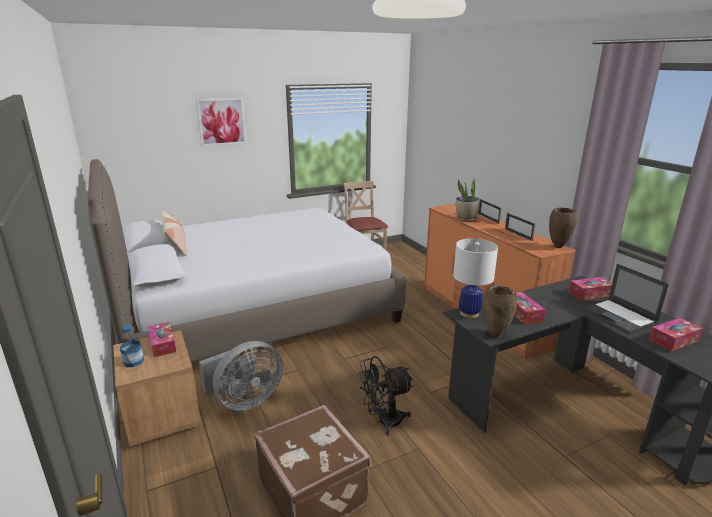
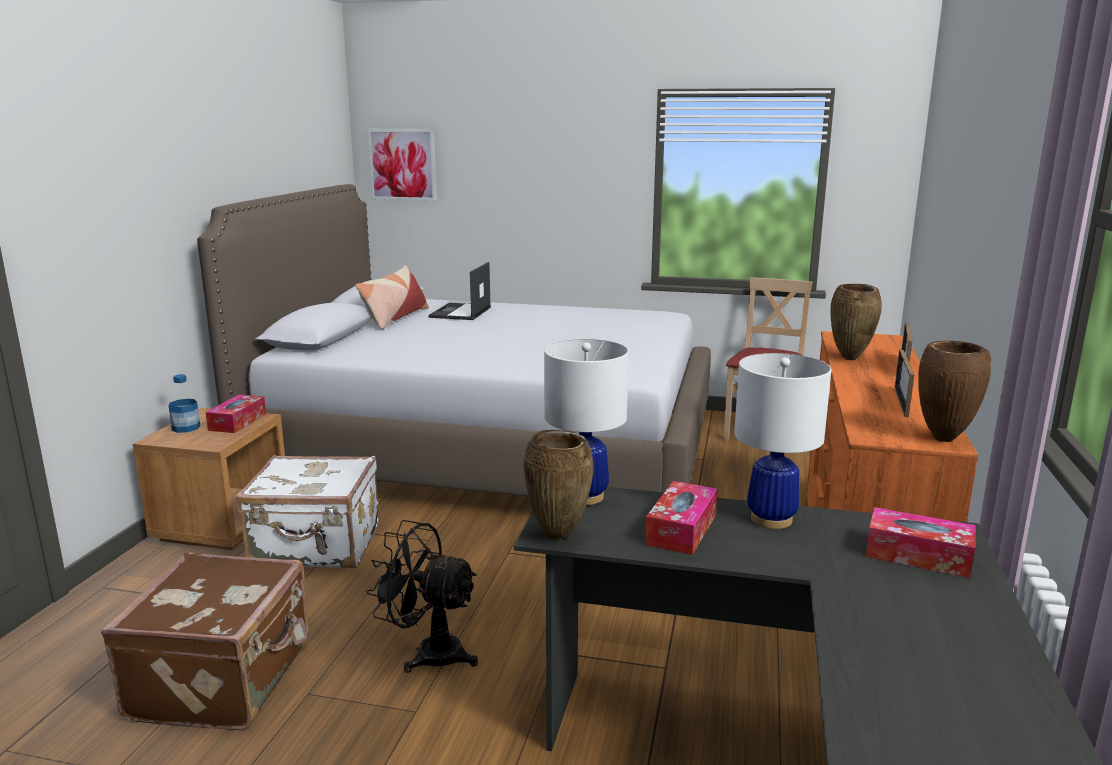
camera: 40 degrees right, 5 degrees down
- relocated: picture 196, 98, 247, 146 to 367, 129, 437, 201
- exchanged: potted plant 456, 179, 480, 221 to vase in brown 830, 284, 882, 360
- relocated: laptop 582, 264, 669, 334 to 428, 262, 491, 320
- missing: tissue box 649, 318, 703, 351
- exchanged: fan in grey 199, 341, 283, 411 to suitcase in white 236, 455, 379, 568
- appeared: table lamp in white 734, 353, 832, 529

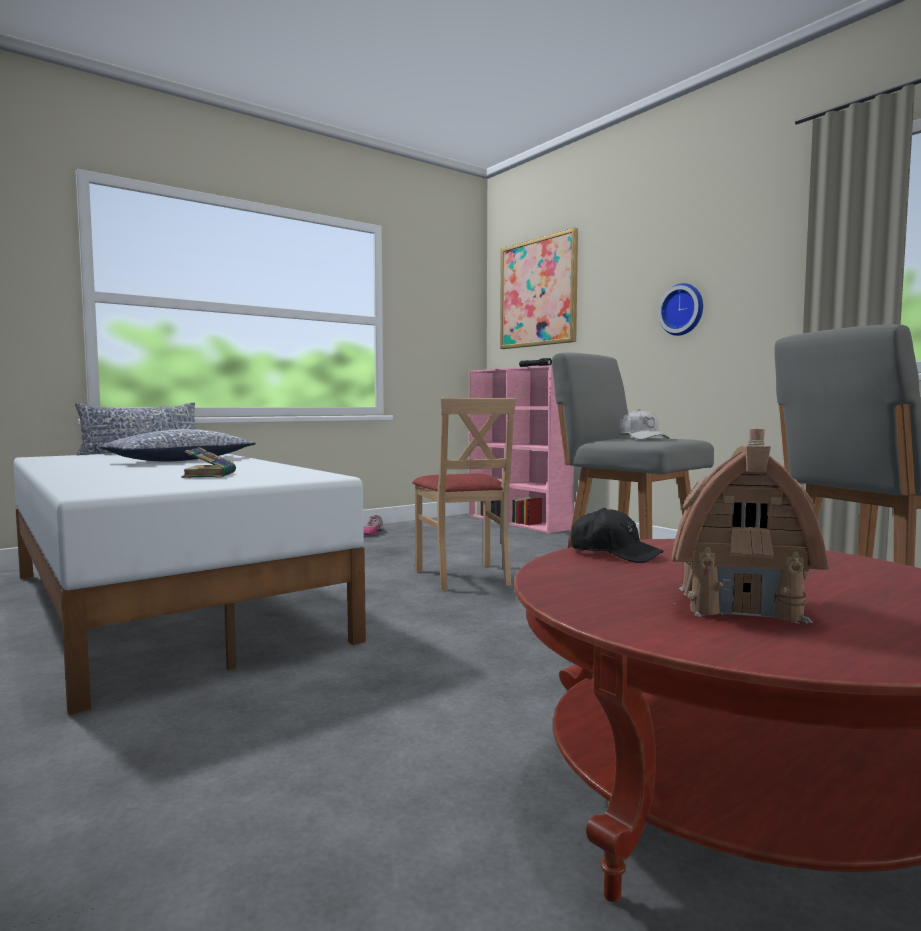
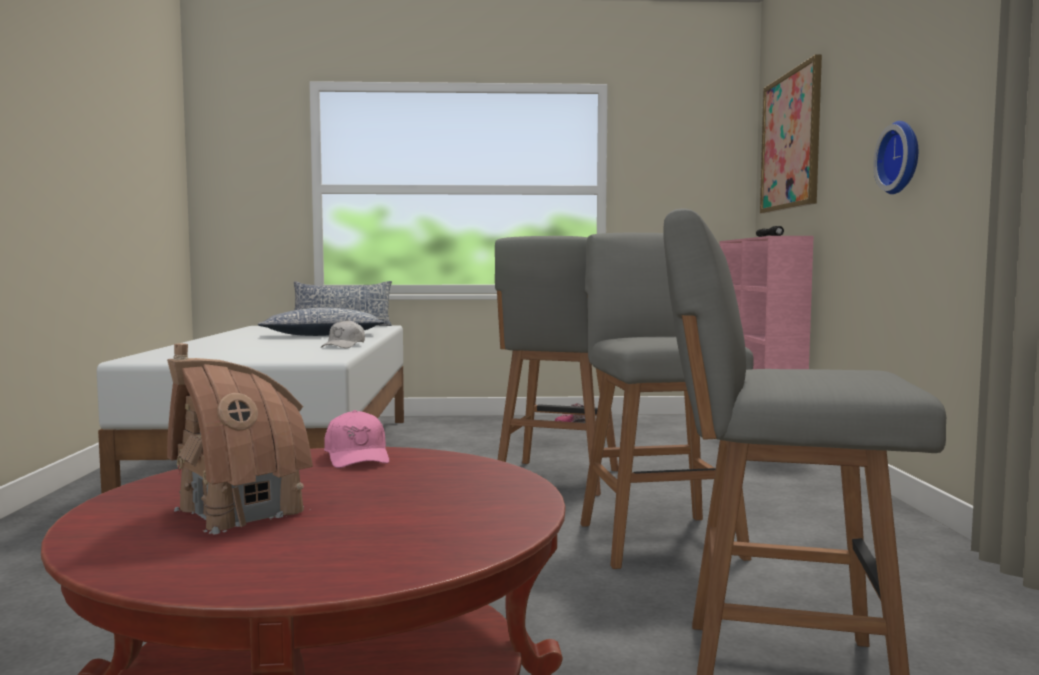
camera: 35 degrees right, 0 degrees up
- exchanged: chair in beige 412, 398, 516, 591 to stool in grey 495, 236, 618, 496
- relocated: cap in white 619, 410, 669, 440 to 321, 320, 365, 348
- missing: book 182, 447, 236, 478
- colour: cap in black 571, 508, 664, 563 to cap in pink 324, 410, 389, 468

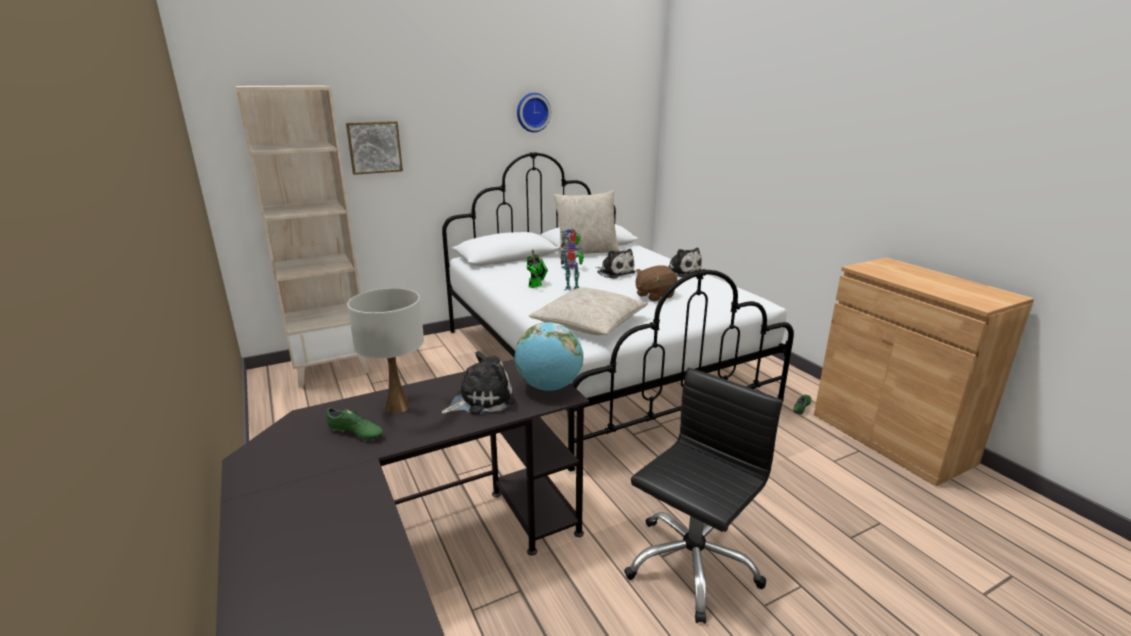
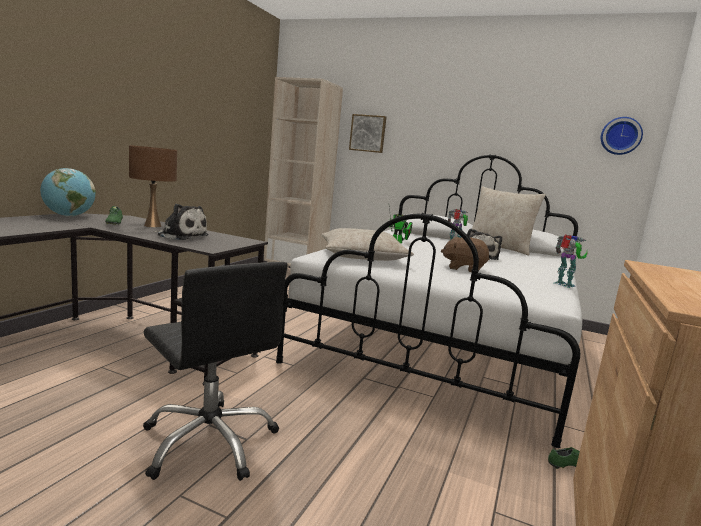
camera: 50 degrees right, 10 degrees down
- relocated: wall clock 517, 93, 551, 132 to 601, 117, 643, 155
- relocated: toy robot 560, 246, 584, 291 to 555, 235, 588, 288
- missing: plush toy 663, 248, 702, 277
- colour: table lamp in white 347, 288, 424, 413 to table lamp in brown 129, 145, 177, 227
- relocated: globe 515, 322, 583, 391 to 40, 168, 96, 217
- spun: office chair in black 624, 368, 783, 624 = 143, 262, 288, 481 45 degrees clockwise

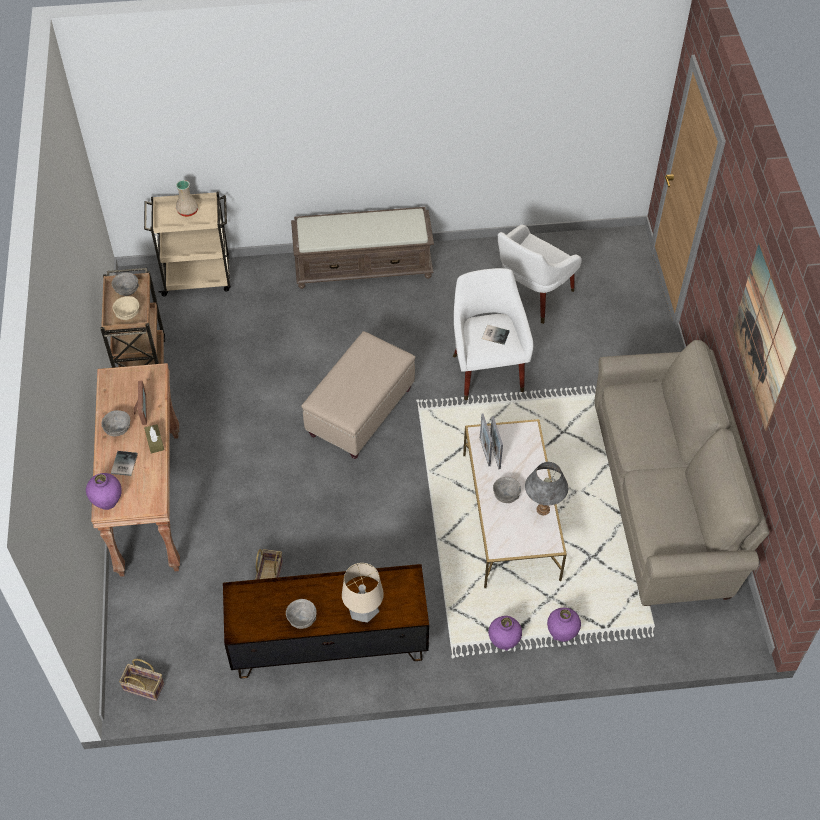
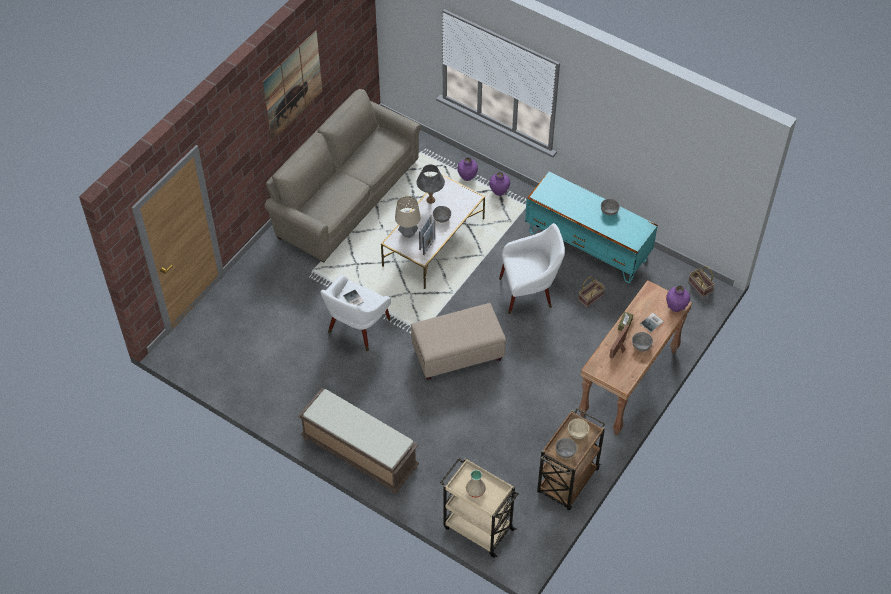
camera: 140 degrees left, 0 degrees up
- relocated: armchair in white 498, 225, 582, 324 to 499, 223, 565, 314
- relocated: table lamp 342, 563, 384, 623 to 395, 196, 421, 238
- colour: tv stand in brown 223, 564, 429, 679 to tv stand in turquoise 525, 171, 658, 283

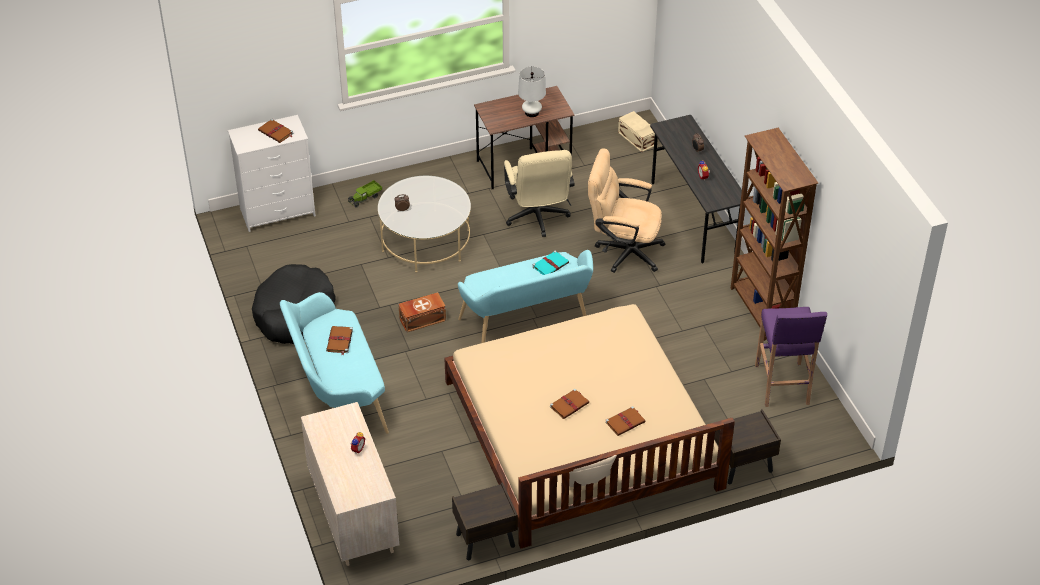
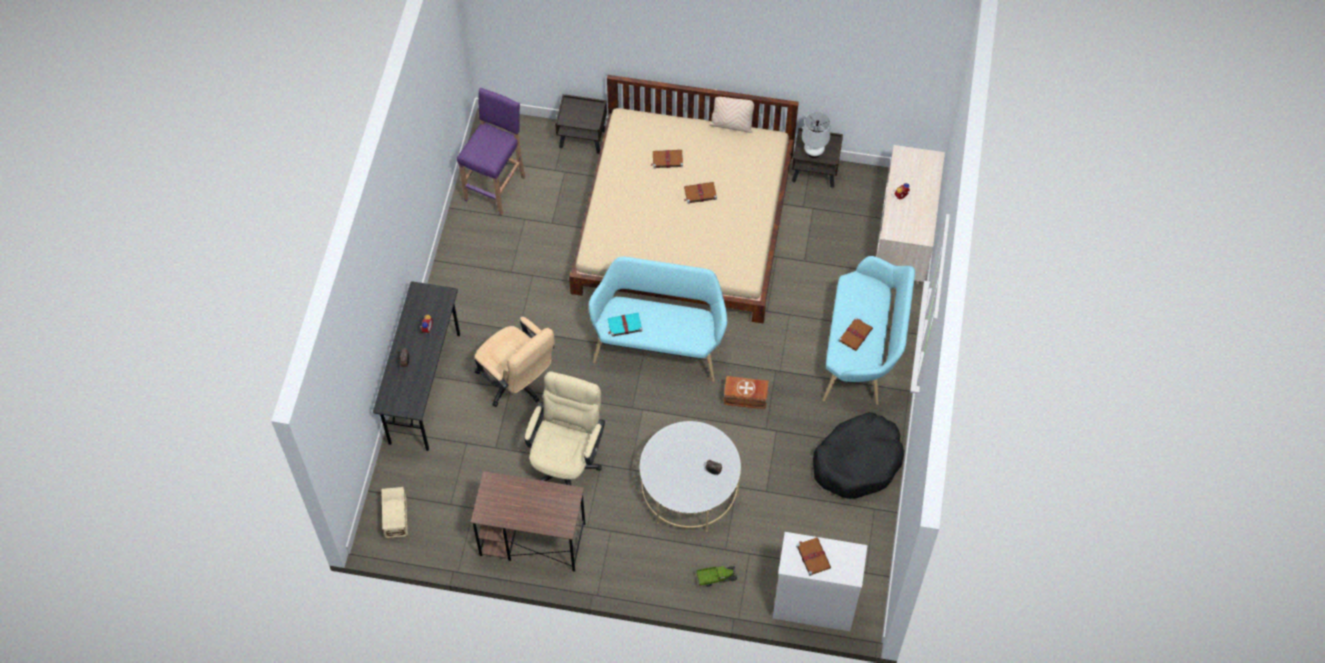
camera: 150 degrees left, 15 degrees up
- relocated: table lamp in white 518, 66, 546, 117 to 802, 112, 831, 158
- missing: bookcase in brown 731, 128, 818, 341

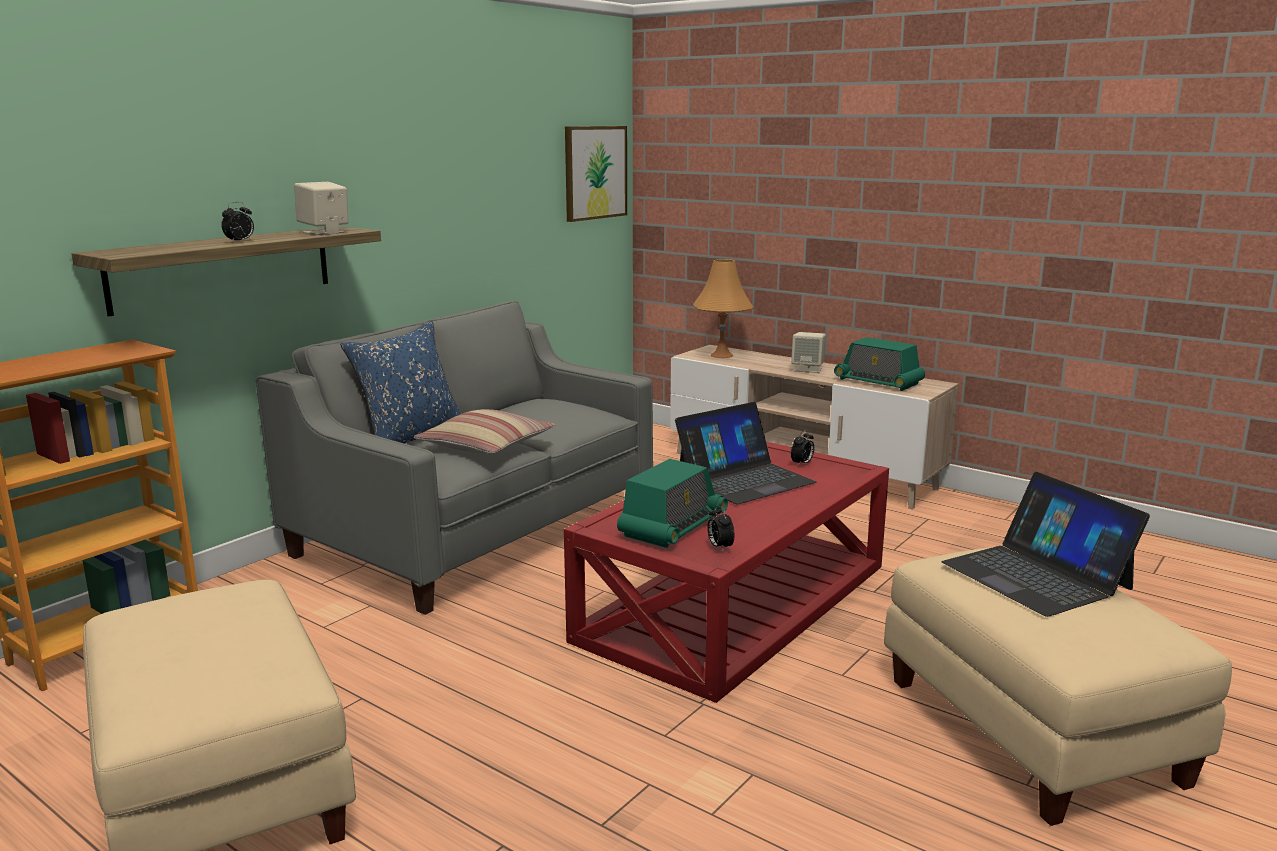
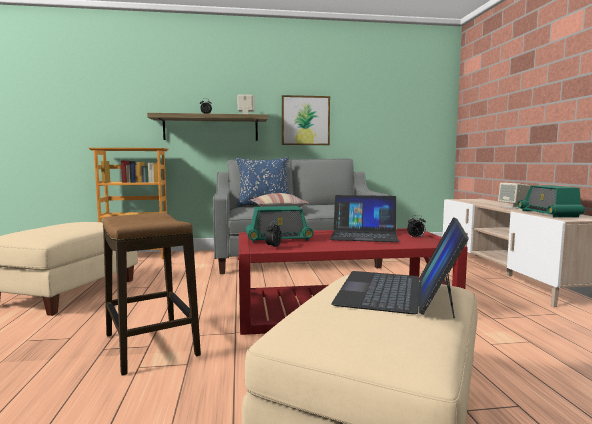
camera: 45 degrees right, 10 degrees down
- relocated: picture 565, 126, 627, 222 to 282, 95, 330, 145
- missing: table lamp in orange 693, 259, 754, 358
- appeared: stool 102, 213, 201, 375

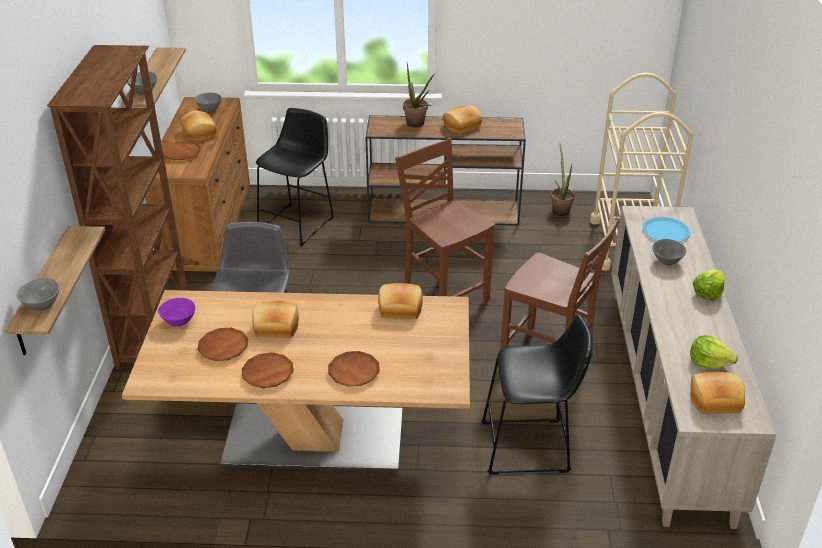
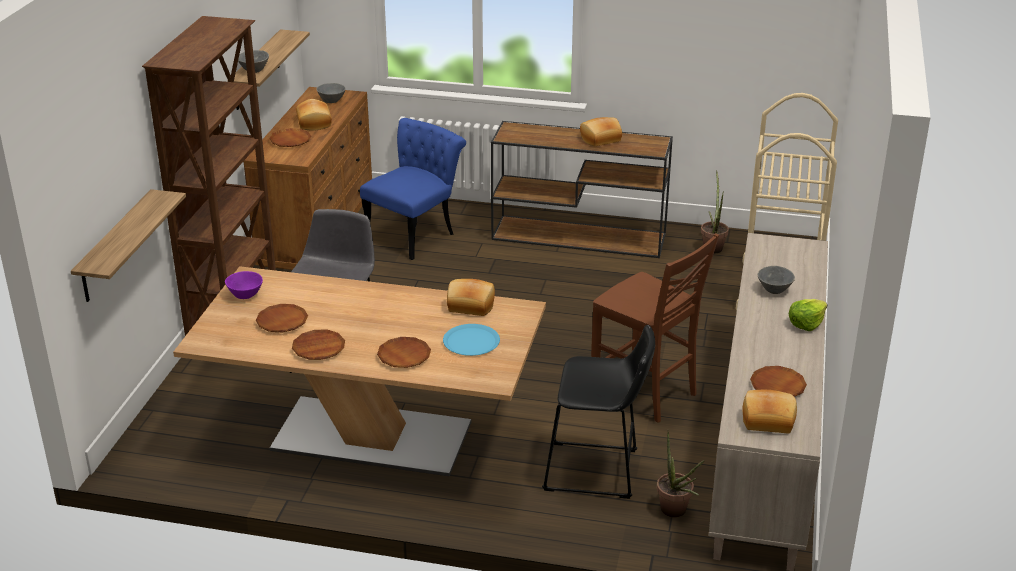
camera: 10 degrees right, 5 degrees down
- relocated: potted plant 403, 63, 434, 128 to 657, 432, 705, 518
- exchanged: stool in black 256, 108, 334, 246 to chair in blue 360, 118, 466, 260
- missing: chair in brown 395, 138, 495, 302
- relocated: plate in blue 642, 217, 690, 242 to 443, 324, 500, 356
- missing: bowl in grey 17, 278, 59, 311
- missing: bread 252, 301, 299, 338
- exchanged: lettuce 690, 335, 738, 368 to plate in brown 750, 366, 807, 397

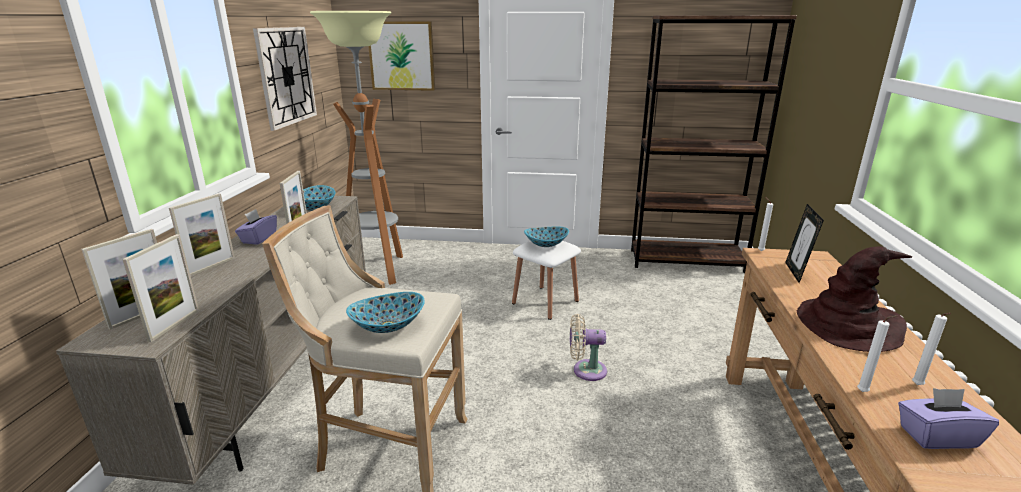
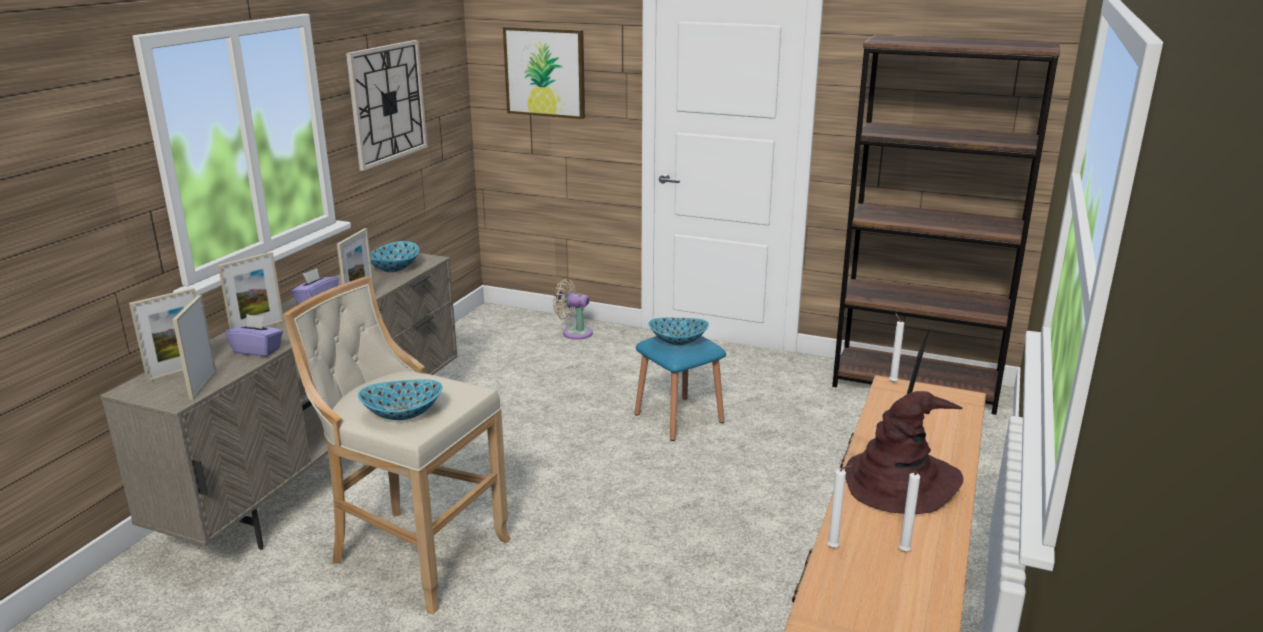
camera: 15 degrees right, 0 degrees up
- missing: floor lamp 310, 11, 403, 285
- spun: picture frame 122, 234, 199, 342 = 172, 295, 216, 400 150 degrees clockwise
- colour: stool in white 512, 241, 581, 320 to stool in blue 635, 336, 726, 441
- relocated: fan in beige 570, 314, 607, 381 to 553, 279, 593, 340
- relocated: tissue box in purple 898, 388, 999, 449 to 225, 314, 283, 357

